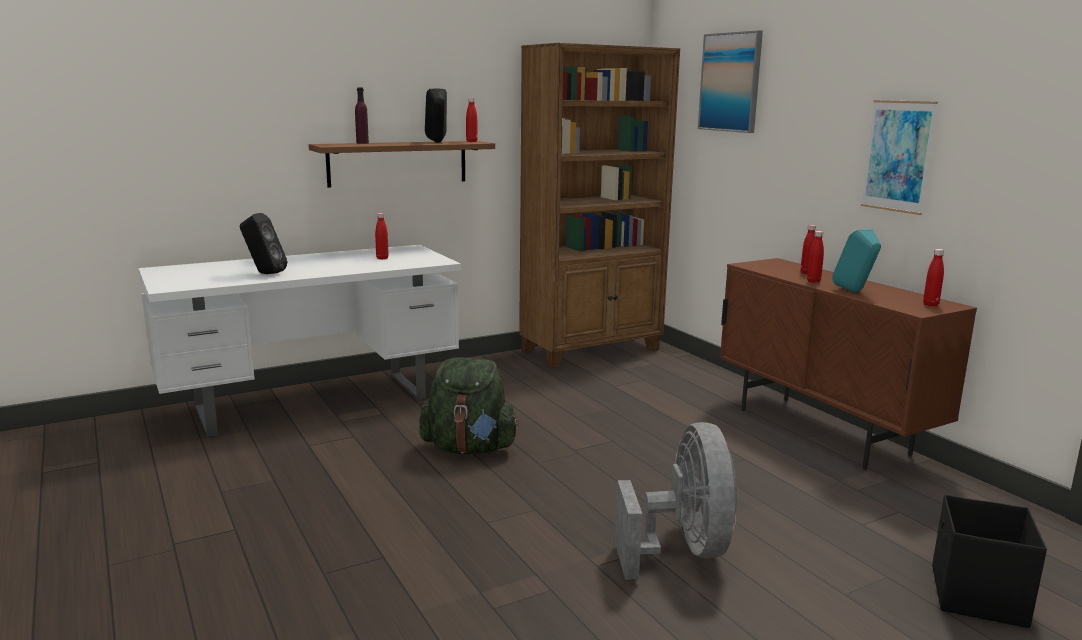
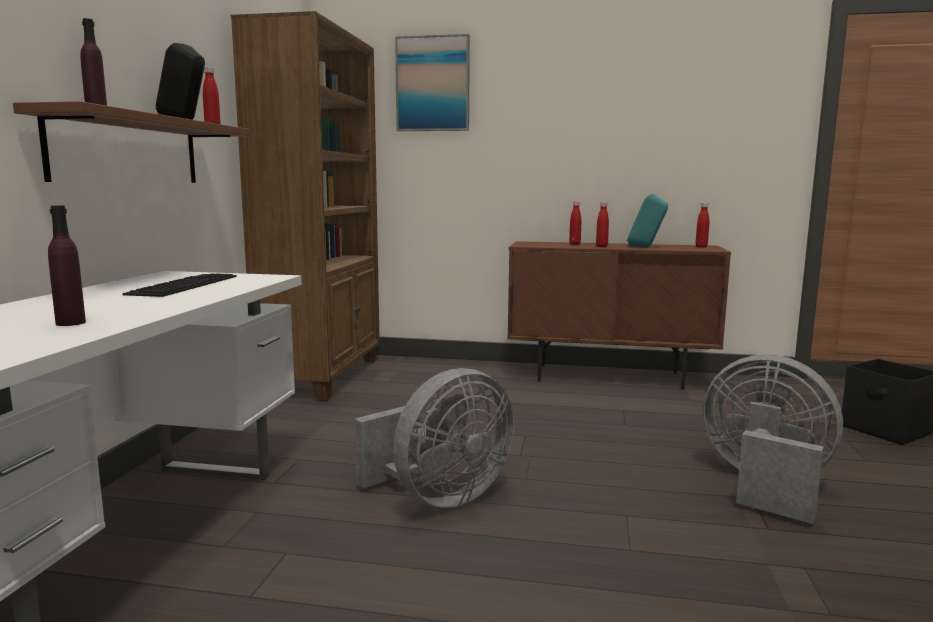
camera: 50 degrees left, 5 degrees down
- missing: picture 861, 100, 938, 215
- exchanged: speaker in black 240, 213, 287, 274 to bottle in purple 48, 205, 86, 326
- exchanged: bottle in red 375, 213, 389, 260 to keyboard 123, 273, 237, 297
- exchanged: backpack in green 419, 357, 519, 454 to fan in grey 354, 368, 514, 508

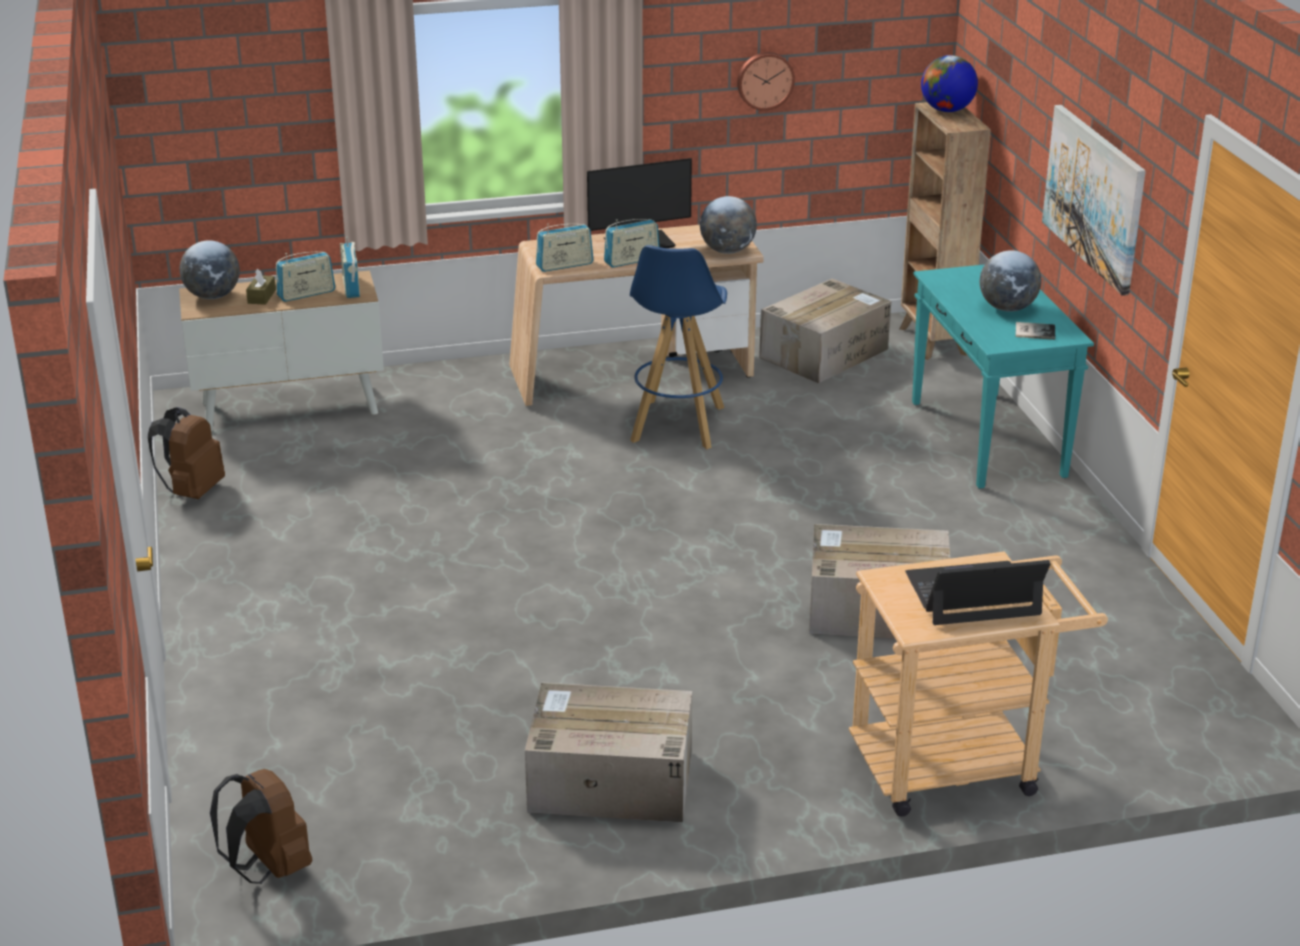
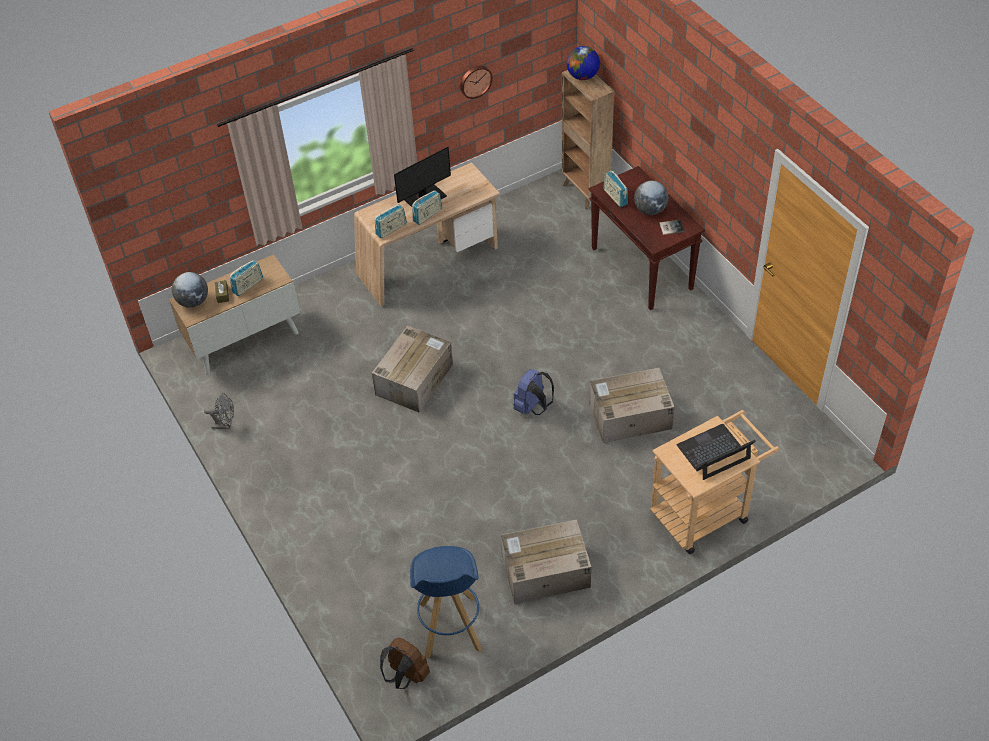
camera: 15 degrees left, 20 degrees up
- missing: picture 1042, 105, 1146, 296
- missing: globe 700, 196, 757, 254
- relocated: radio 340, 237, 360, 298 to 603, 170, 628, 207
- relocated: stool in blue 630, 245, 727, 449 to 410, 546, 482, 659
- colour: console table in turquoise 912, 264, 1094, 489 to console table in brown 588, 166, 705, 310
- relocated: cardboard box 759, 279, 891, 383 to 372, 326, 453, 413
- exchanged: backpack in brown 148, 407, 225, 499 to fan in grey 204, 393, 234, 429
- appeared: backpack in blue 513, 369, 554, 415

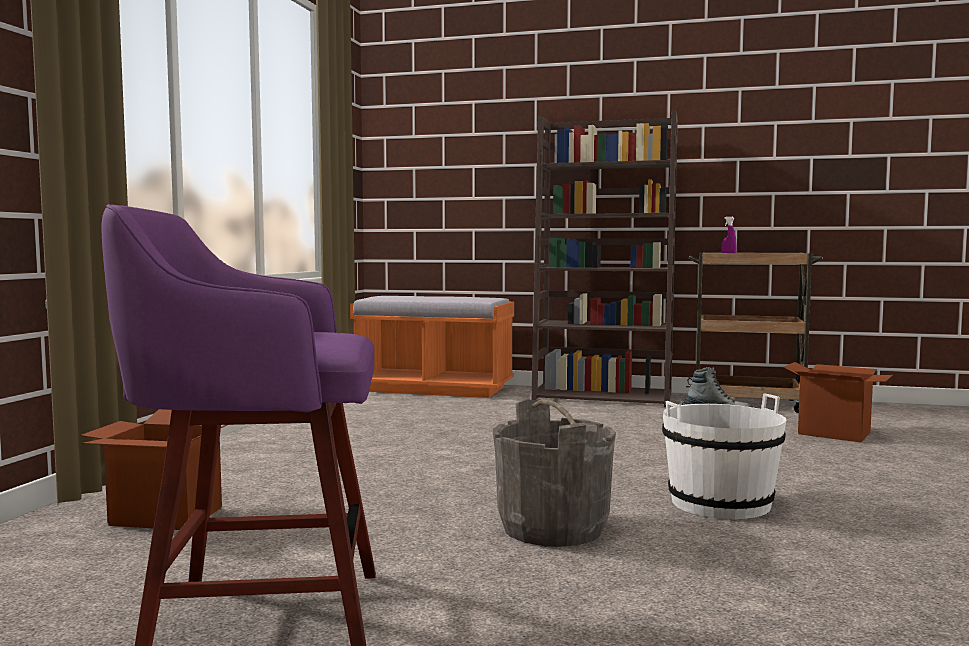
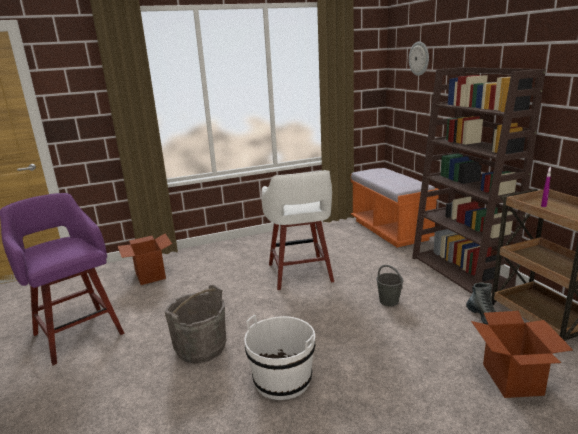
camera: 55 degrees right, 15 degrees up
- appeared: wall clock 409, 41, 429, 76
- appeared: stool in white 261, 170, 334, 290
- appeared: bucket in grey 376, 265, 403, 306

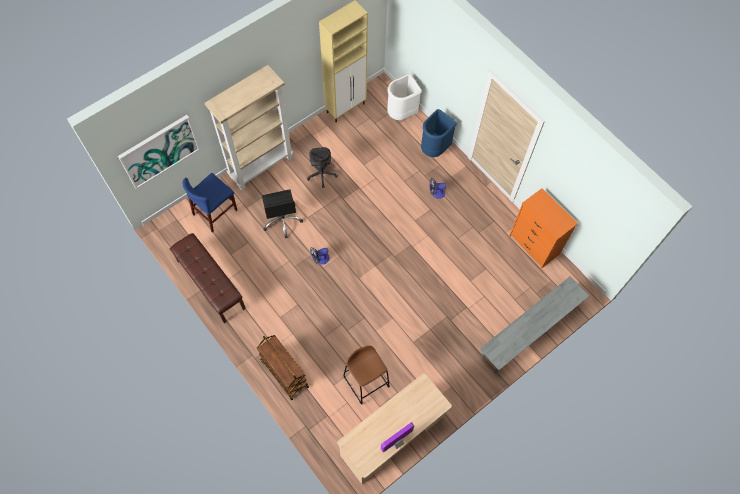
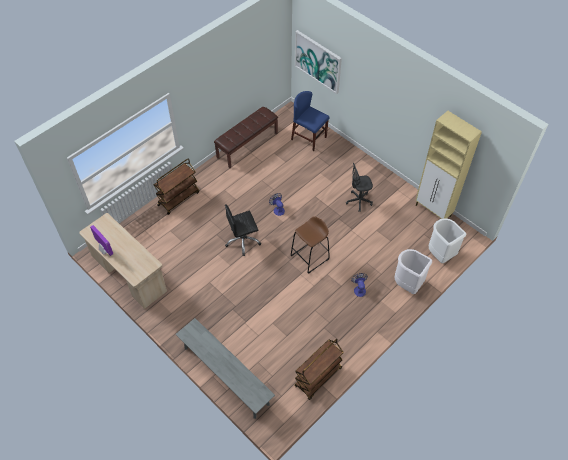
camera: 85 degrees right, 10 degrees down
- missing: bookcase in beige 205, 65, 293, 190
- colour: trash can in blue 421, 109, 457, 157 to trash can in white 394, 249, 432, 294
- exchanged: dresser in orange 509, 188, 578, 269 to cart in brown 294, 339, 344, 400
- relocated: office chair in black 262, 189, 303, 238 to 225, 204, 261, 256
- relocated: stool in brown 343, 346, 390, 405 to 291, 216, 330, 274

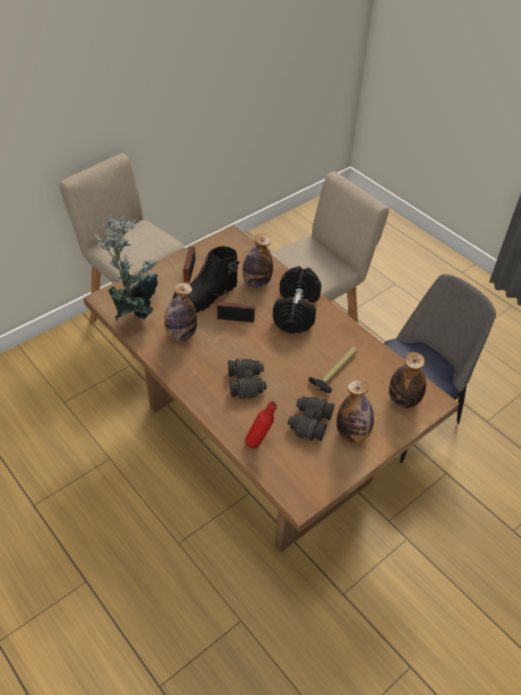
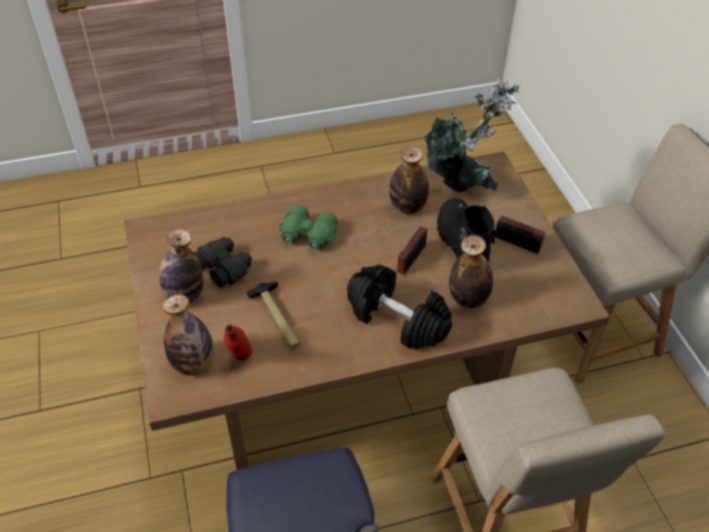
camera: 115 degrees right, 0 degrees up
- colour: binoculars in black 228, 359, 267, 399 to binoculars in green 279, 205, 338, 250
- relocated: bottle in red 245, 401, 277, 449 to 224, 325, 252, 361

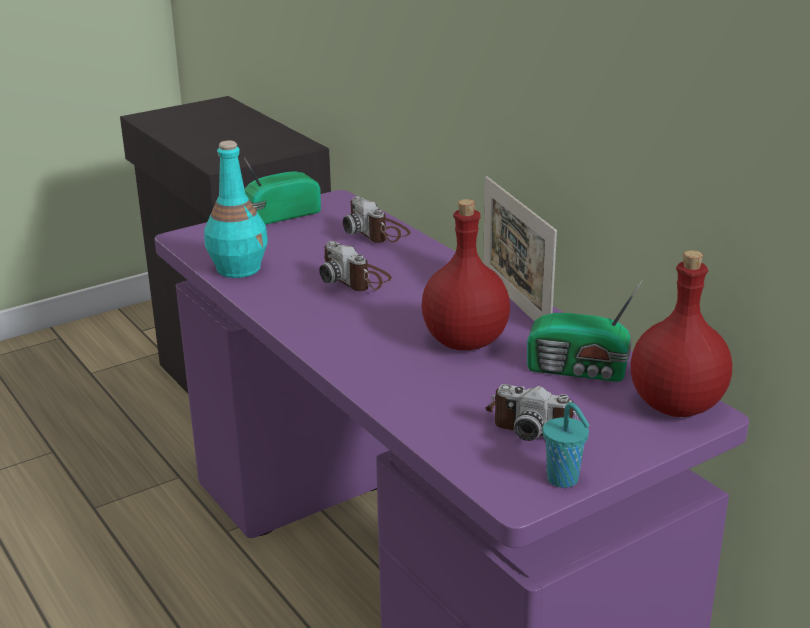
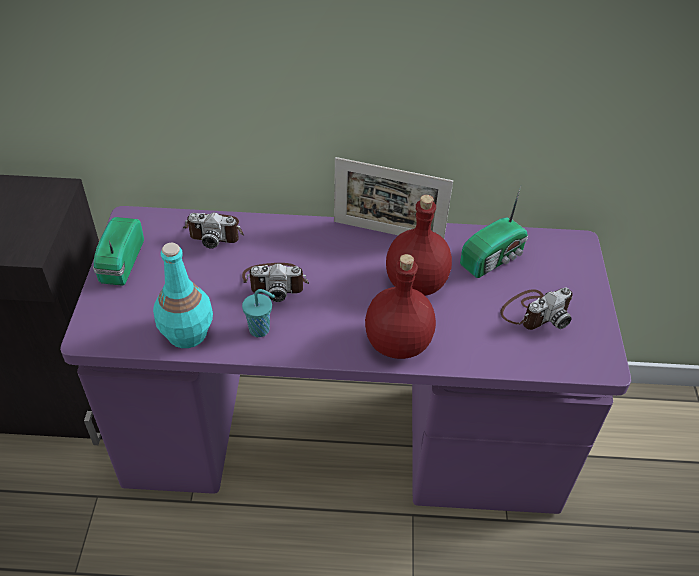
camera: 55 degrees left, 20 degrees up
- relocated: bottle in red 631, 250, 732, 417 to 365, 254, 436, 359
- relocated: cup in turquoise 543, 402, 590, 488 to 242, 289, 275, 337

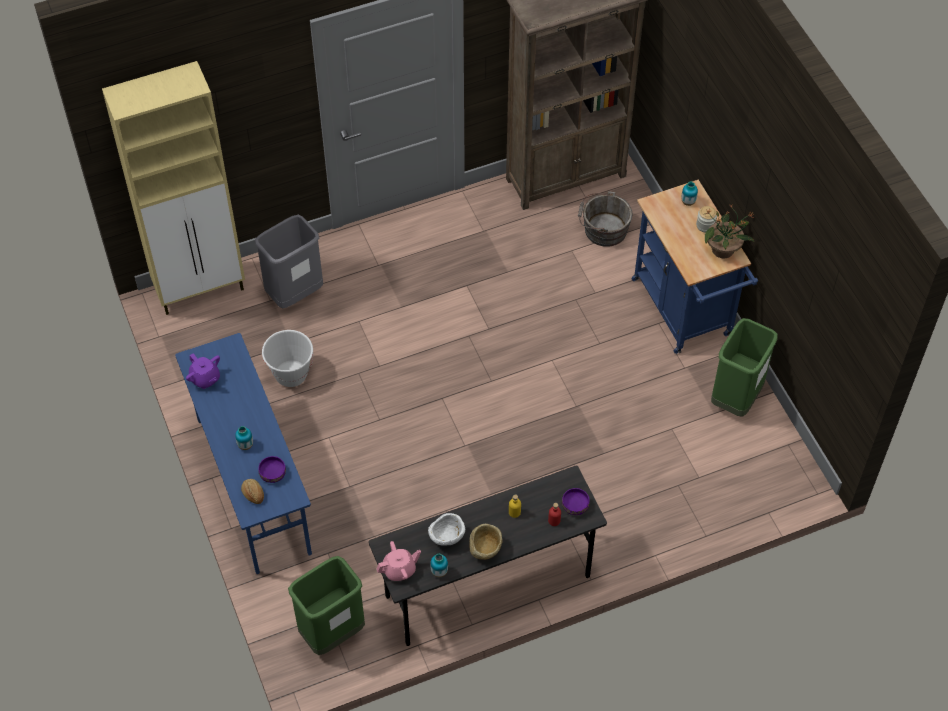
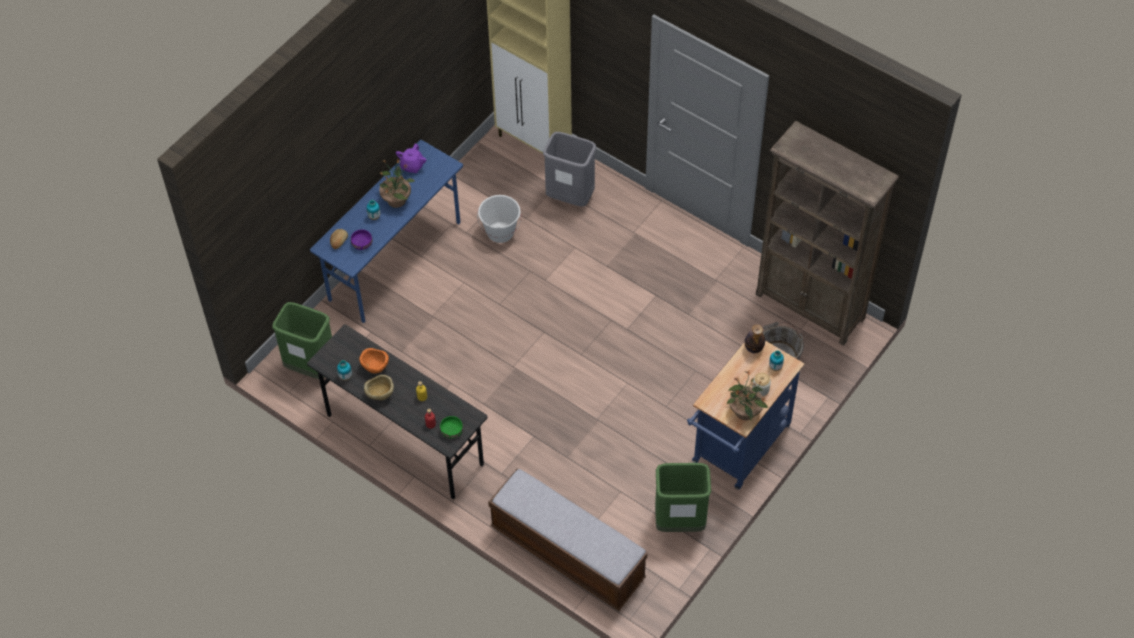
camera: 60 degrees right, 0 degrees up
- colour: bowl in purple 562, 488, 590, 515 to bowl in green 440, 416, 463, 438
- colour: bowl in white 428, 513, 465, 546 to bowl in orange 359, 348, 389, 373
- missing: teapot in pink 377, 541, 421, 581
- appeared: potted plant 379, 159, 414, 208
- appeared: bottle 745, 324, 765, 353
- appeared: bench 488, 469, 647, 611

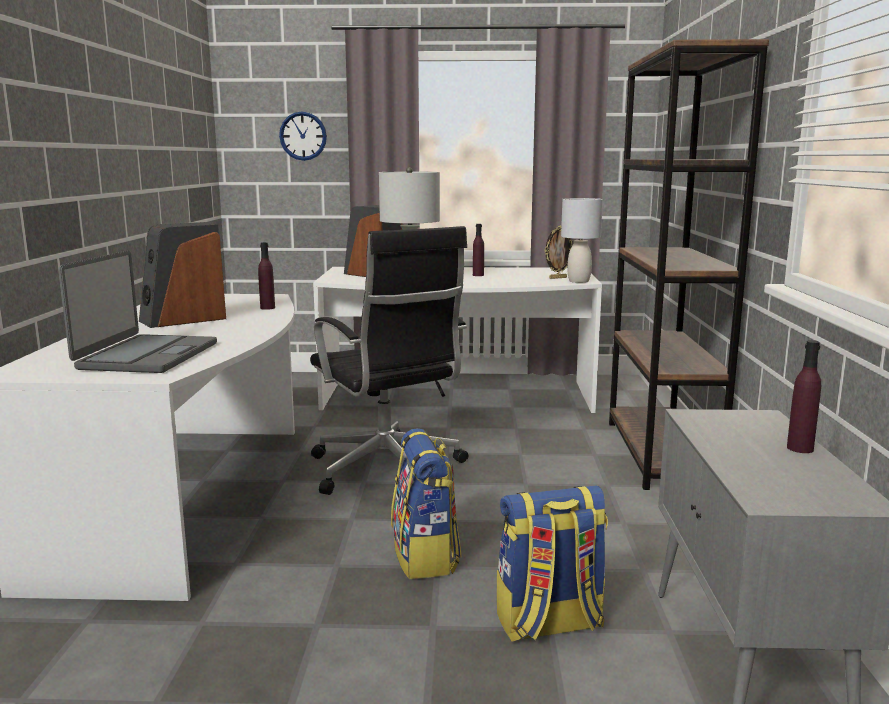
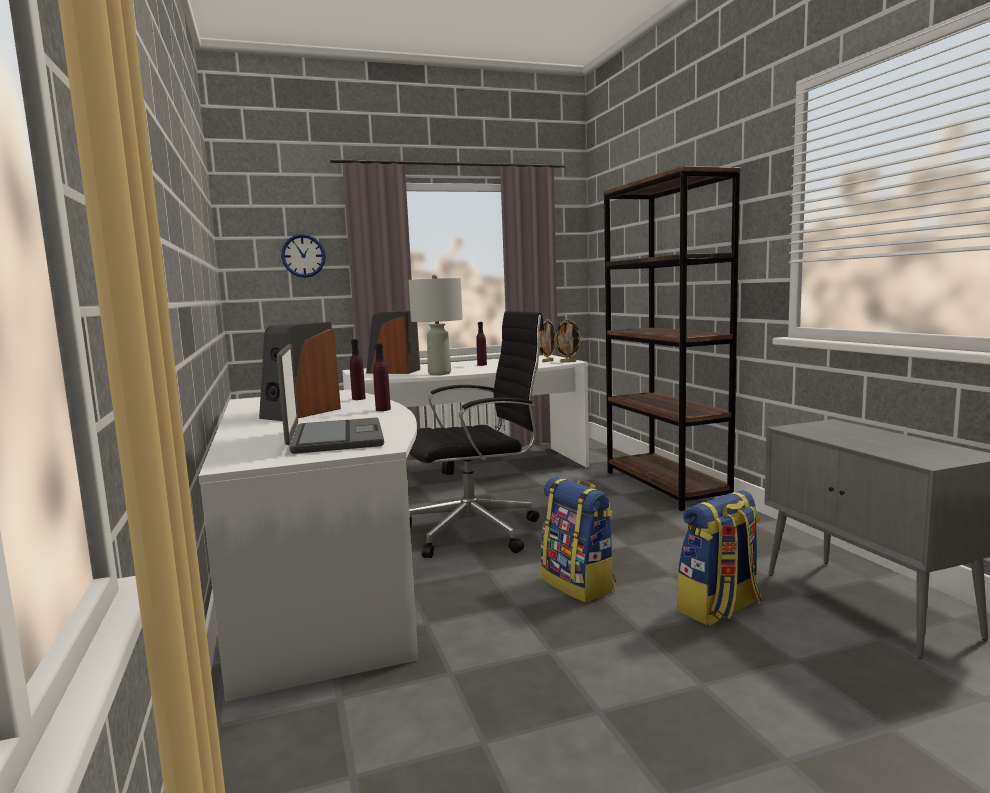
camera: 20 degrees left, 5 degrees down
- exchanged: table lamp in grey 561, 198, 603, 283 to picture frame 554, 319, 582, 363
- spun: office chair in black 310, 226, 468, 495 = 409, 311, 544, 558 60 degrees counterclockwise
- relocated: bottle in purple 787, 340, 821, 453 to 373, 343, 391, 411

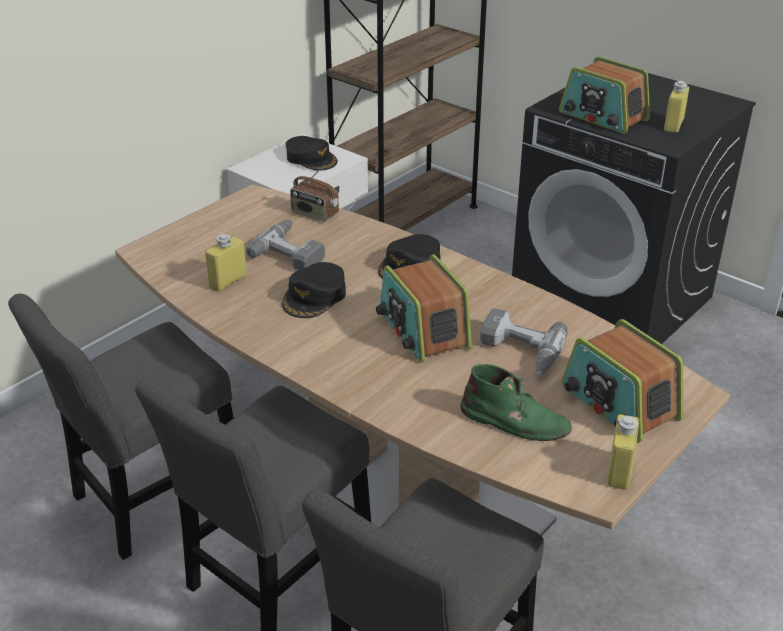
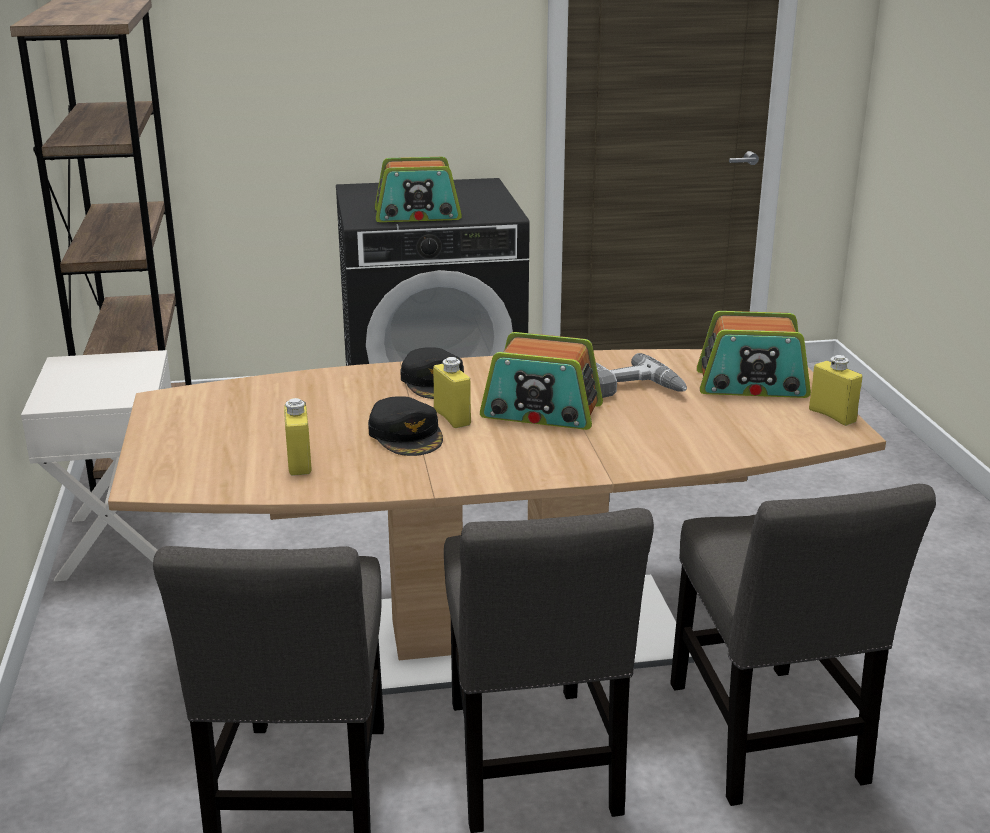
camera: 50 degrees left, 10 degrees down
- relocated: bottle in yellow 664, 81, 689, 133 to 433, 357, 471, 428
- missing: cap in black 286, 136, 338, 171
- missing: radio 290, 165, 339, 222
- missing: power drill 246, 220, 325, 271
- missing: boot in green 460, 364, 572, 441

